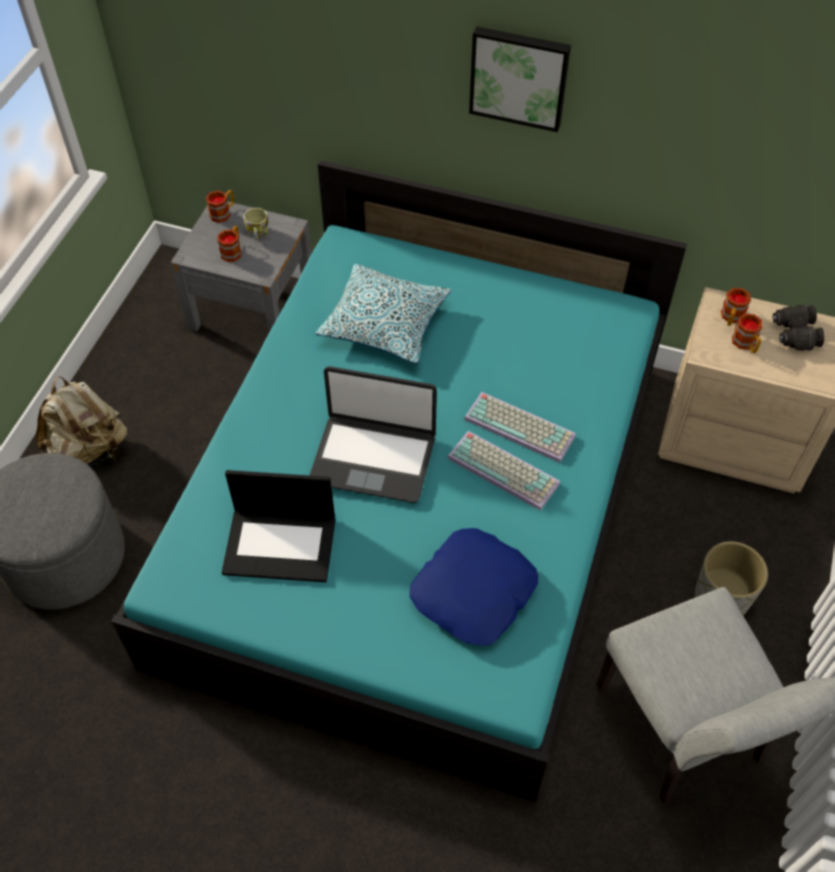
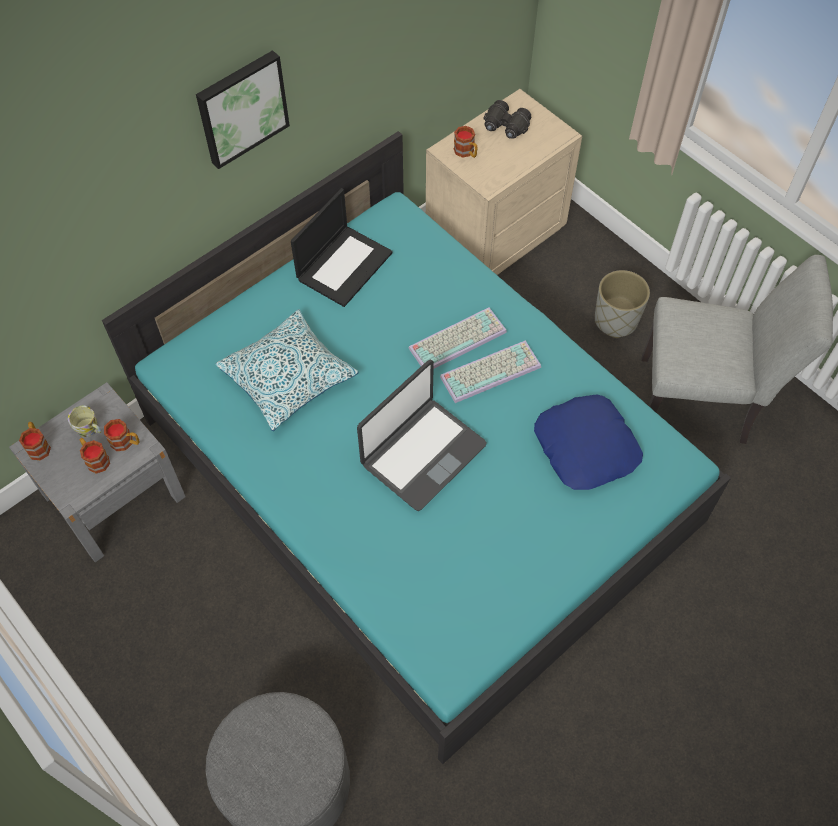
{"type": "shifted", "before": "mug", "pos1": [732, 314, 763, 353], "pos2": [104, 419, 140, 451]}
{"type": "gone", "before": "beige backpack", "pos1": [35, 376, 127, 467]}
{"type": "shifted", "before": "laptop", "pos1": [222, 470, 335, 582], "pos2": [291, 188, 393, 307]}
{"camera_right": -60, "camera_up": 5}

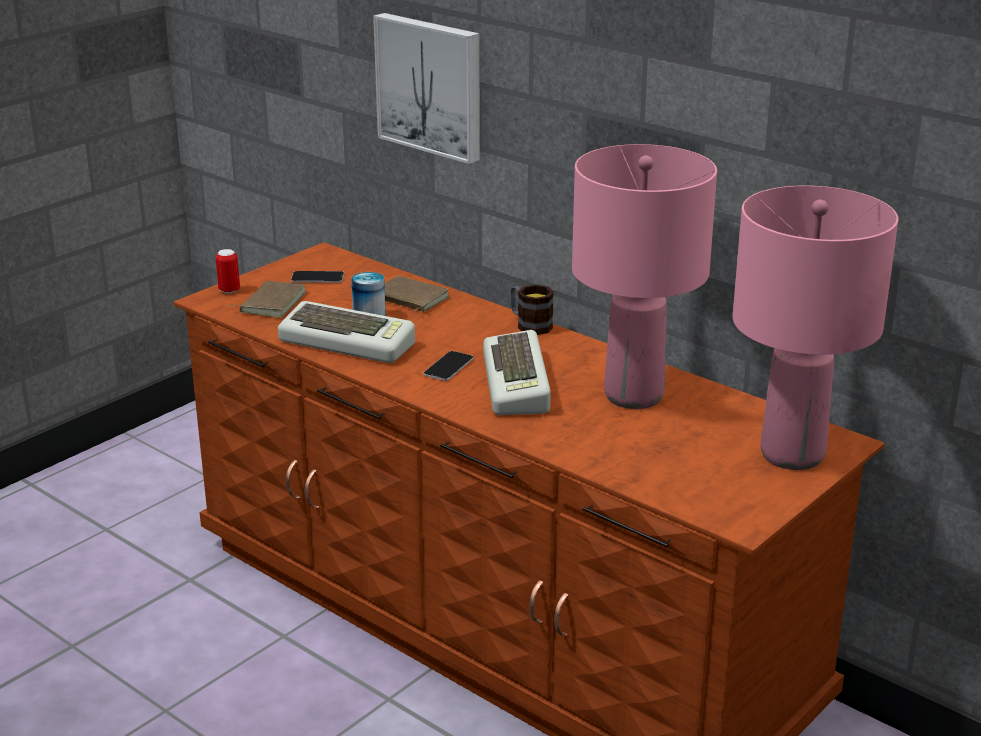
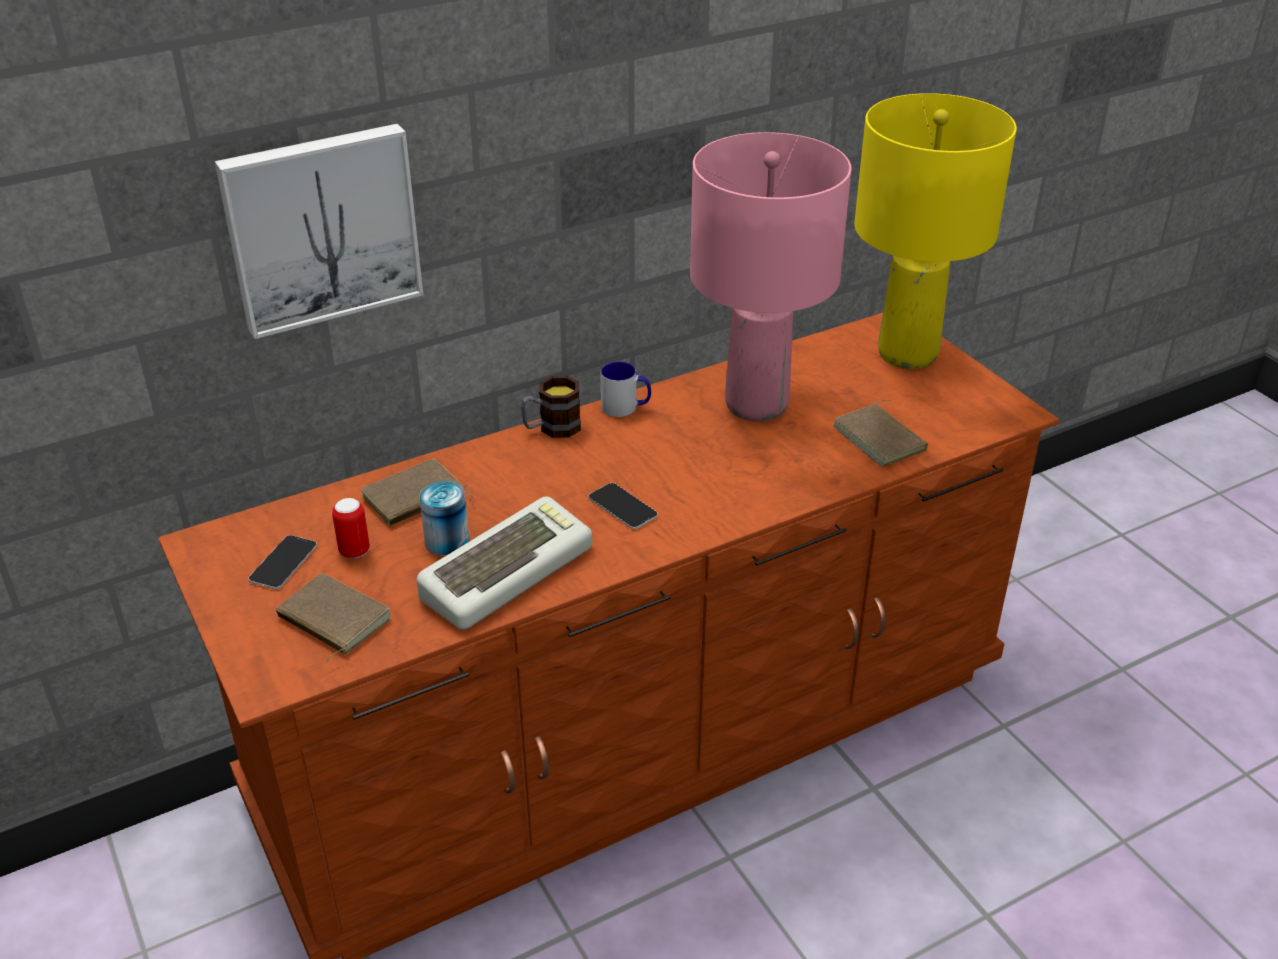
{"type": "repainted", "before": "pink table lamp", "after": "yellow table lamp", "pos1": [733, 186, 898, 470], "pos2": [854, 93, 1017, 369]}
{"type": "shifted", "before": "can", "pos1": [216, 249, 240, 294], "pos2": [332, 498, 370, 558]}
{"type": "gone", "before": "keyboard", "pos1": [483, 330, 551, 415]}
{"type": "new", "after": "mug", "pos2": [600, 361, 651, 417]}
{"type": "new", "after": "brown book", "pos2": [833, 400, 928, 467]}
{"camera_right": -70, "camera_up": 10}

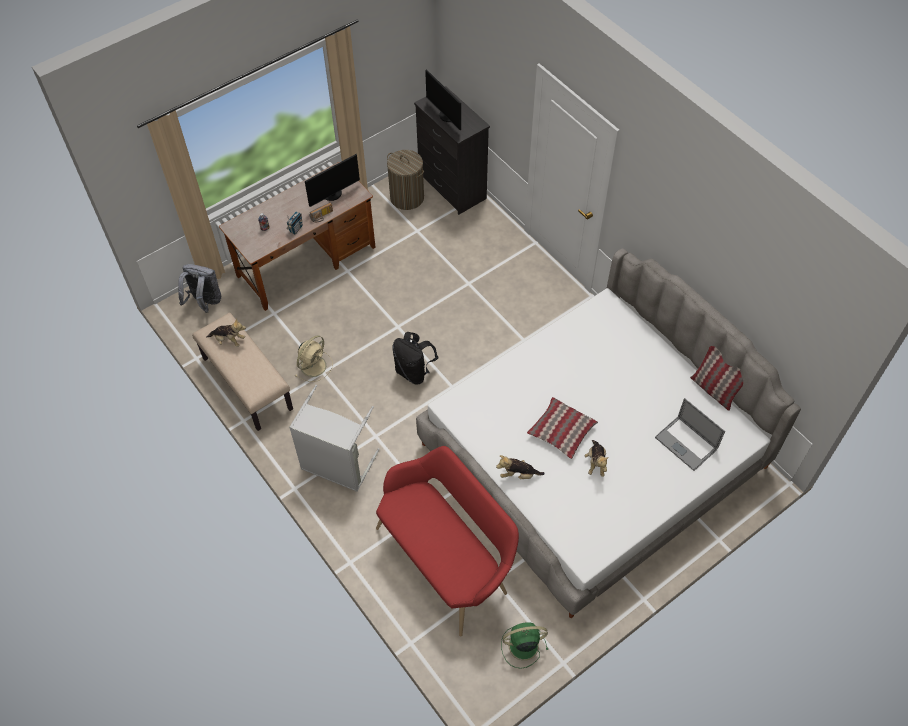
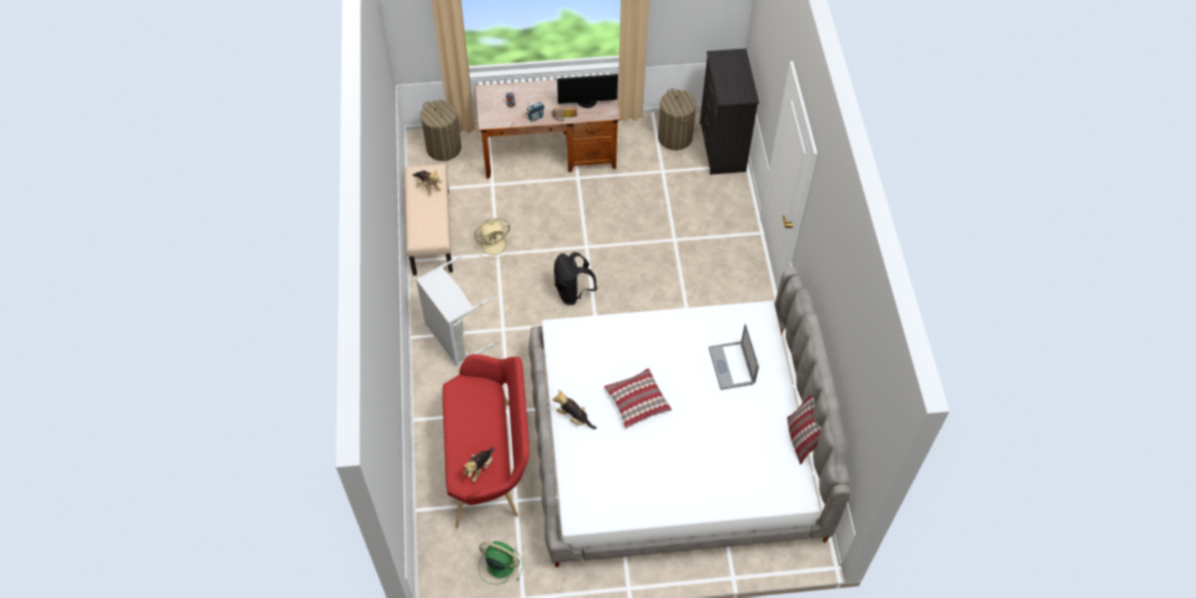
{"type": "gone", "before": "monitor", "pos1": [425, 69, 461, 130]}
{"type": "swapped", "before": "grey backpack", "after": "laundry basket", "pos1": [178, 264, 221, 313], "pos2": [421, 100, 461, 161]}
{"type": "shifted", "before": "laptop", "pos1": [655, 398, 725, 471], "pos2": [709, 324, 759, 390]}
{"type": "shifted", "before": "plush toy", "pos1": [584, 440, 609, 477], "pos2": [463, 447, 494, 482]}
{"camera_right": 30, "camera_up": 0}

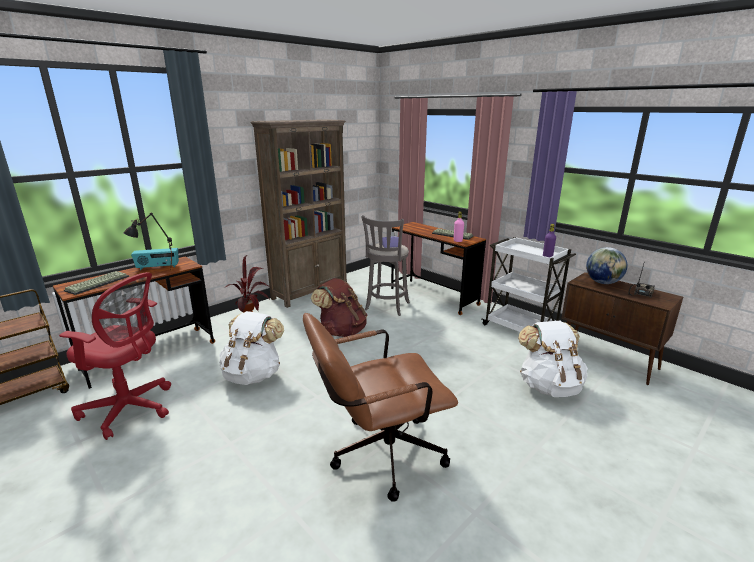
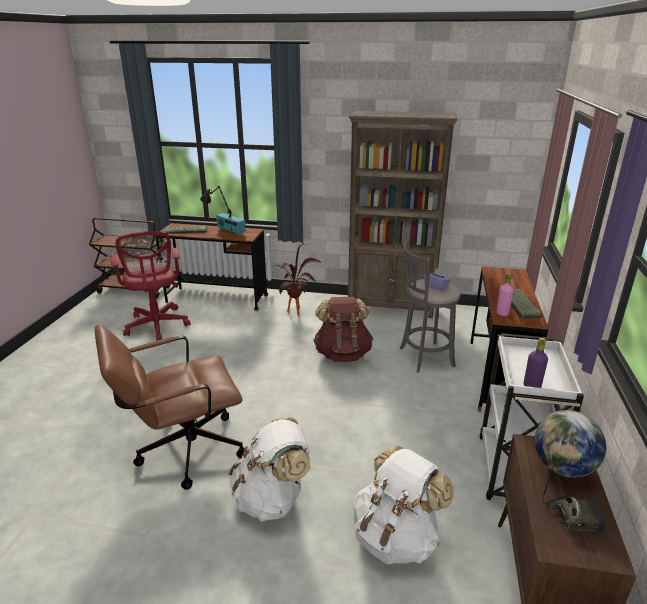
{"type": "shifted", "before": "white backpack", "pos1": [219, 311, 284, 385], "pos2": [229, 417, 311, 521]}
{"type": "rotated", "before": "brown office chair", "pos1": [303, 313, 458, 502], "pos2": [95, 325, 244, 490], "turn": -60}
{"camera_right": 55, "camera_up": 5}

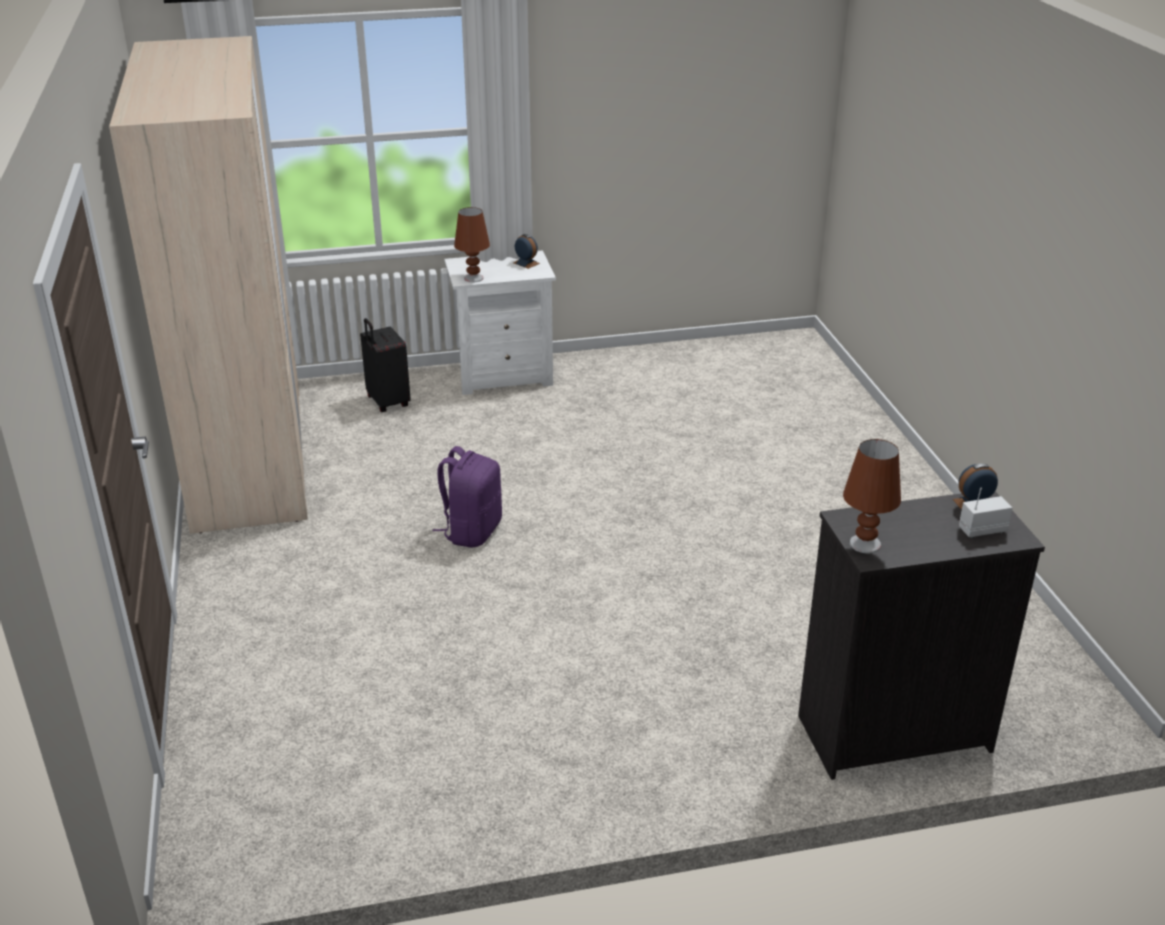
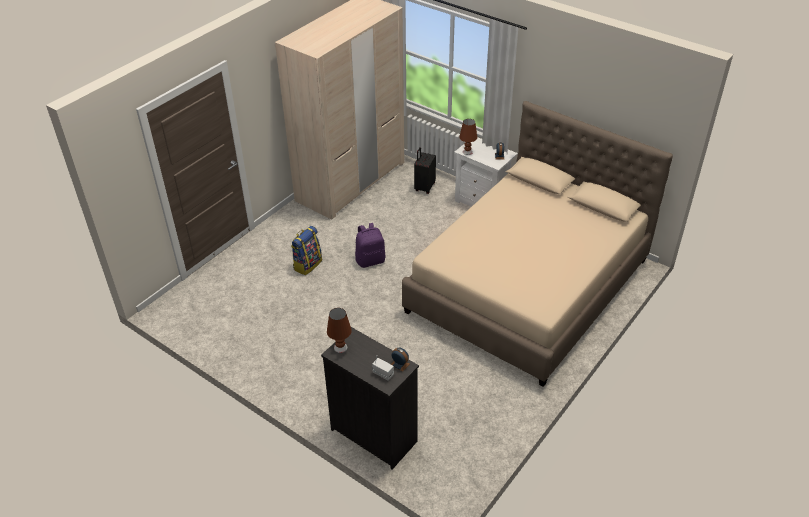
{"type": "new", "after": "beige bed", "pos2": [402, 101, 673, 387]}
{"type": "new", "after": "backpack", "pos2": [291, 226, 322, 275]}
{"camera_right": 50, "camera_up": 10}

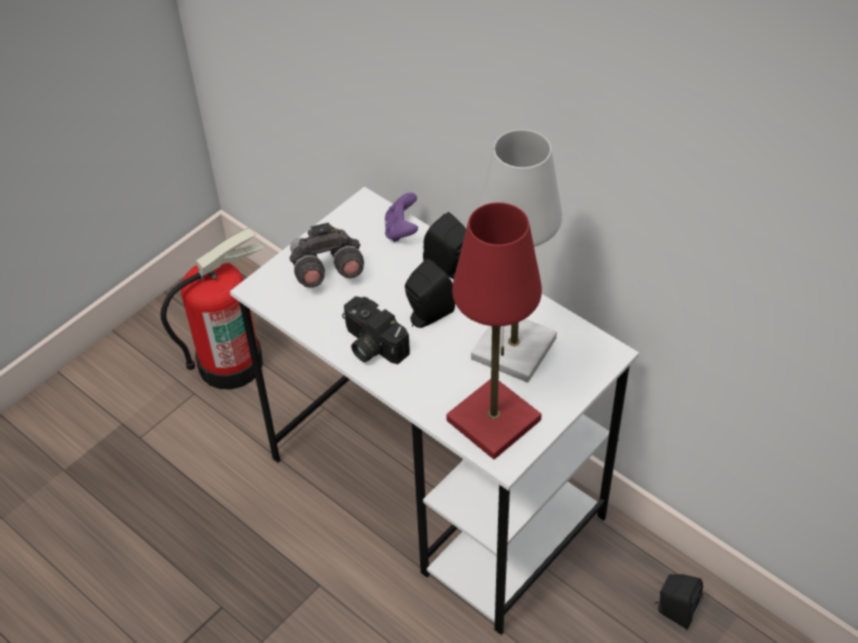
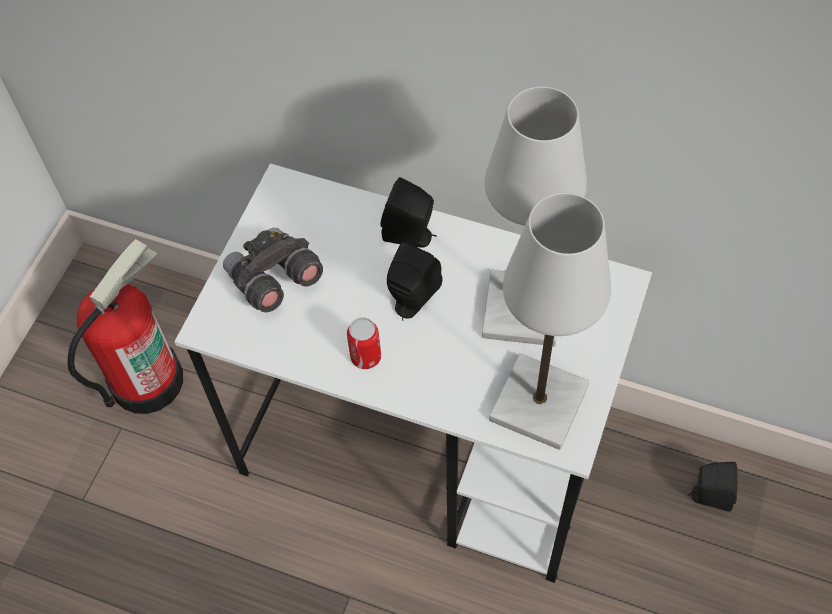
{"type": "gone", "before": "purple game controller", "pos1": [385, 193, 418, 242]}
{"type": "repainted", "before": "red table lamp", "after": "white table lamp", "pos1": [446, 202, 542, 459], "pos2": [489, 193, 611, 450]}
{"type": "swapped", "before": "photo camera", "after": "can", "pos1": [342, 296, 410, 364], "pos2": [347, 317, 381, 369]}
{"camera_right": -20, "camera_up": 10}

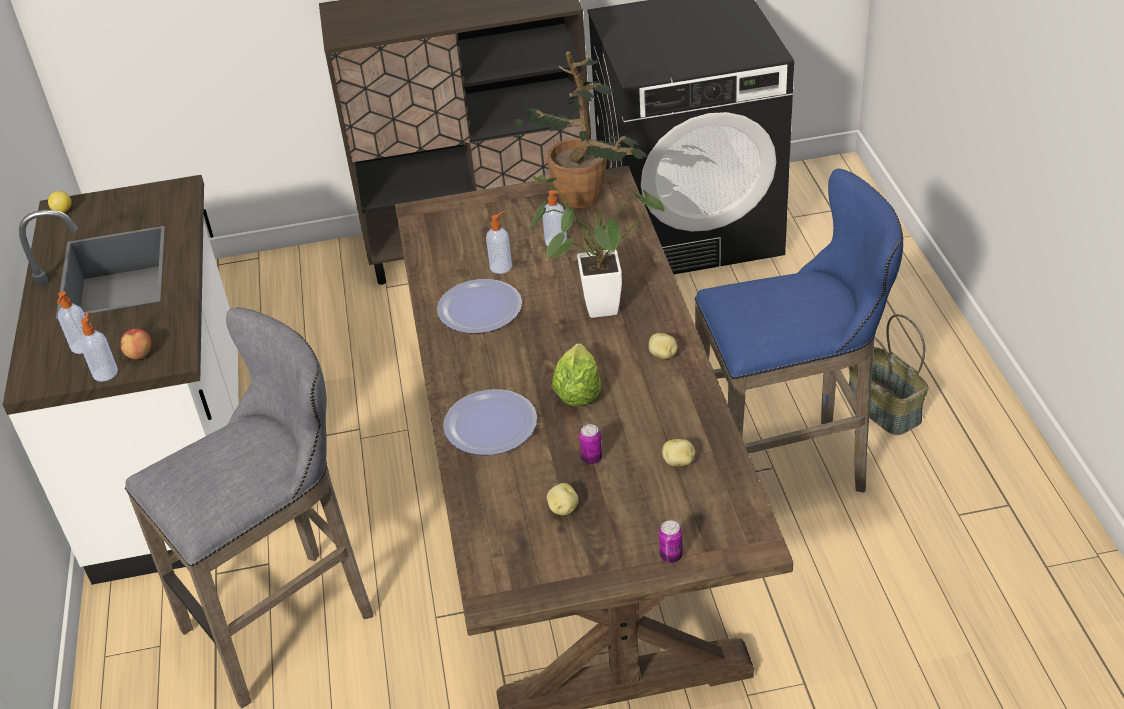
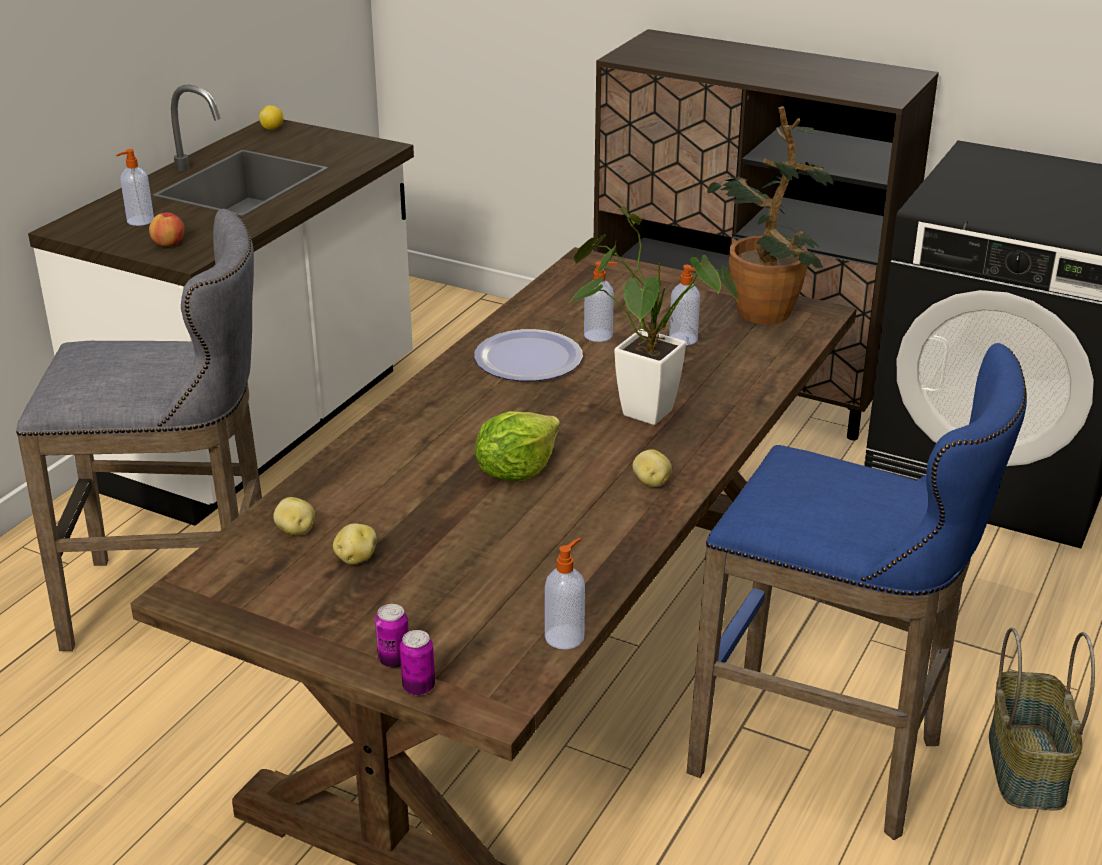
{"type": "shifted", "before": "soap dispenser", "pos1": [80, 311, 118, 382], "pos2": [545, 538, 585, 649]}
{"type": "gone", "before": "plate", "pos1": [443, 389, 537, 455]}
{"type": "shifted", "before": "can", "pos1": [579, 424, 602, 464], "pos2": [400, 630, 435, 695]}
{"type": "shifted", "before": "potato", "pos1": [662, 439, 695, 466], "pos2": [273, 497, 315, 535]}
{"camera_right": 35, "camera_up": -10}

